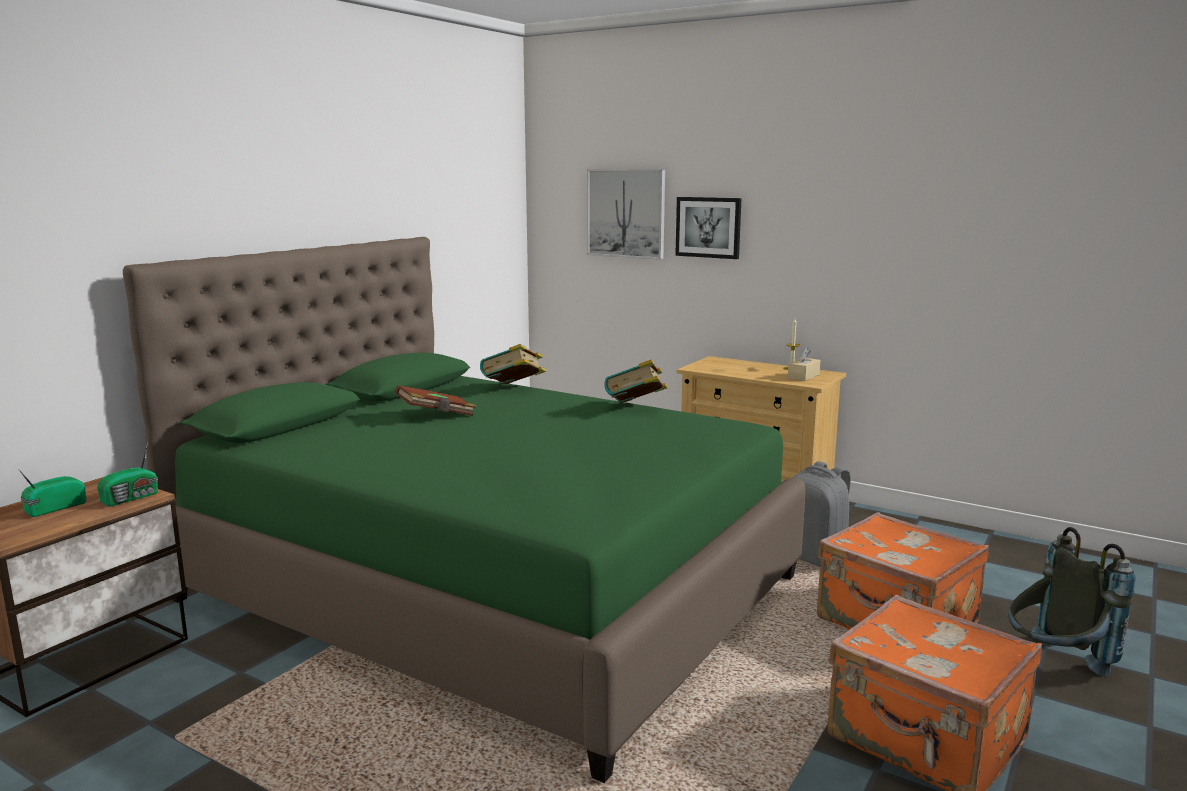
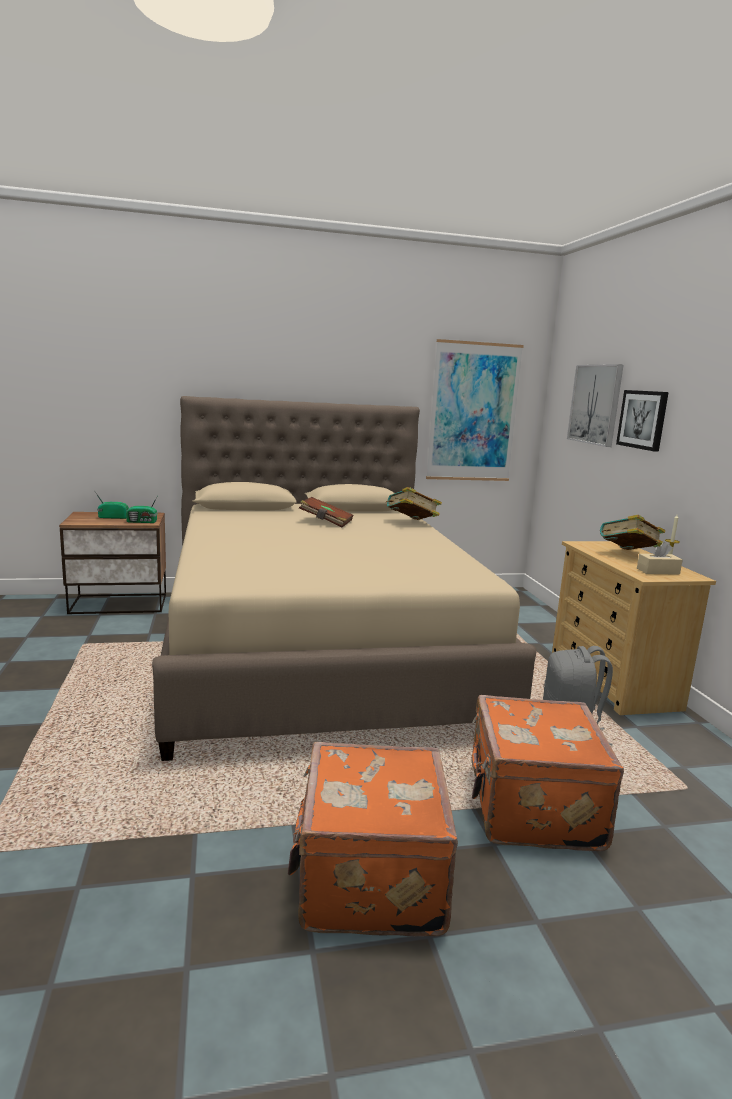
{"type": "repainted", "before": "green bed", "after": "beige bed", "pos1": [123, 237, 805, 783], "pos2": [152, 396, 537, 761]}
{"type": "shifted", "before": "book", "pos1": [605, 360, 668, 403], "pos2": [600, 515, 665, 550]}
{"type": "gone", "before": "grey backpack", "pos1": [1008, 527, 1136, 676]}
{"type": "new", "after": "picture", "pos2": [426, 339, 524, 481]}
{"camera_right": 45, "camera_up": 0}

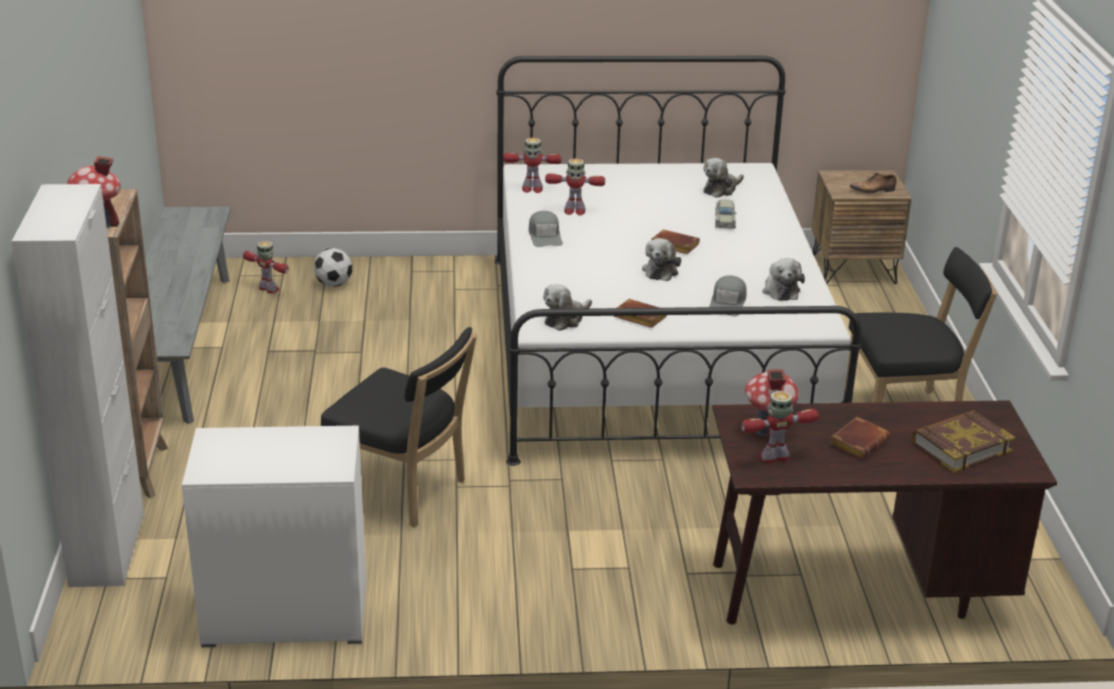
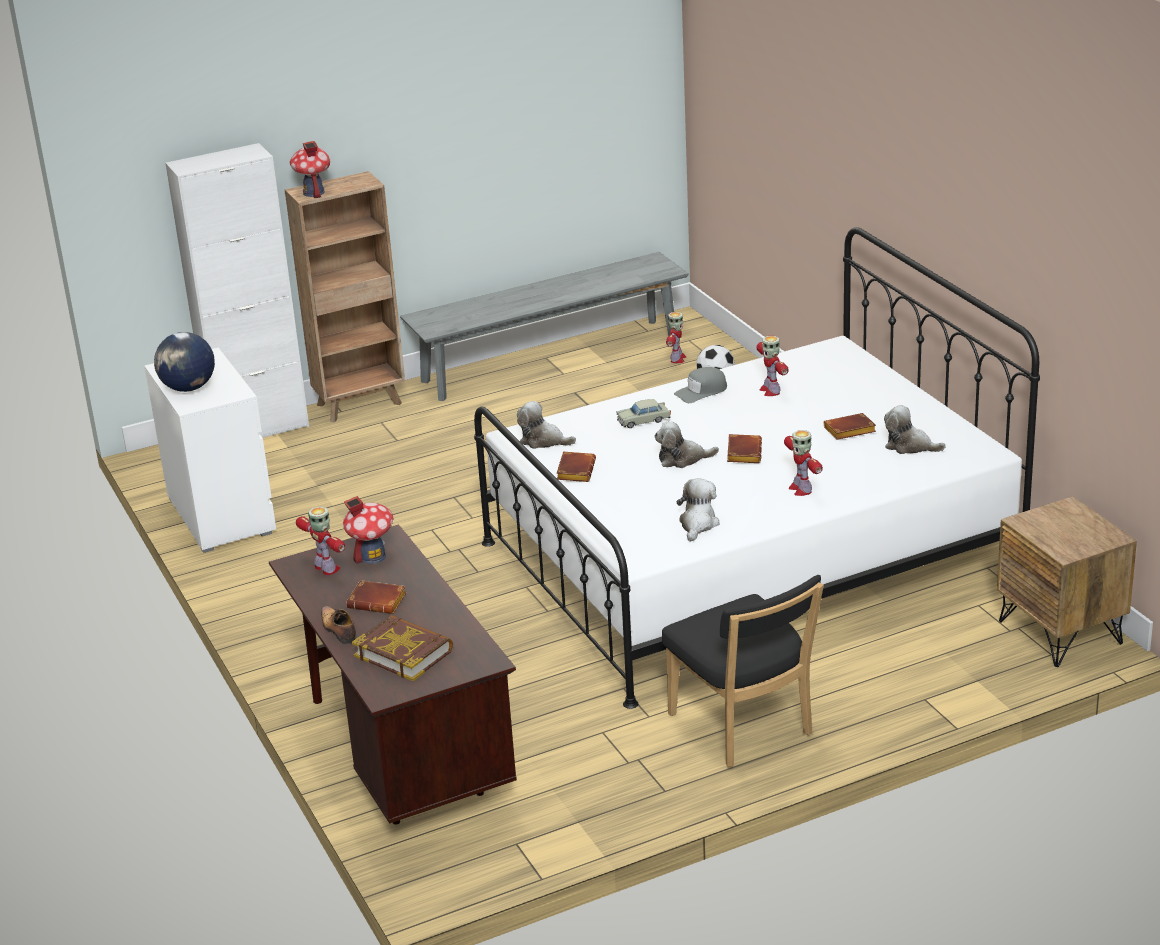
{"type": "shifted", "before": "toy robot", "pos1": [503, 137, 562, 193], "pos2": [784, 430, 823, 496]}
{"type": "shifted", "before": "shoe", "pos1": [849, 173, 897, 193], "pos2": [321, 606, 356, 644]}
{"type": "shifted", "before": "beige toy car", "pos1": [715, 199, 736, 229], "pos2": [616, 399, 671, 428]}
{"type": "rotated", "before": "plush toy", "pos1": [763, 258, 805, 301], "pos2": [677, 478, 720, 542], "turn": 135}
{"type": "gone", "before": "grey cap", "pos1": [709, 275, 747, 316]}
{"type": "gone", "before": "black chair", "pos1": [321, 327, 477, 527]}
{"type": "new", "after": "globe", "pos2": [154, 332, 215, 392]}
{"type": "new", "after": "brown book", "pos2": [824, 413, 876, 440]}
{"camera_right": 70, "camera_up": 0}

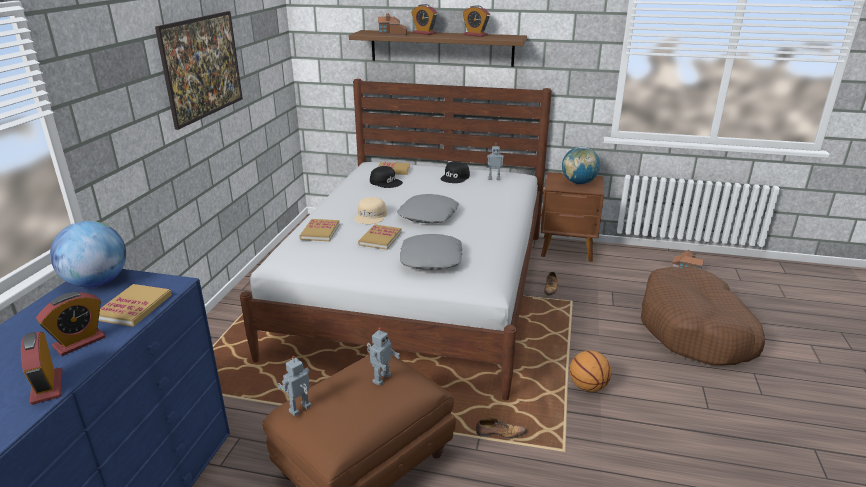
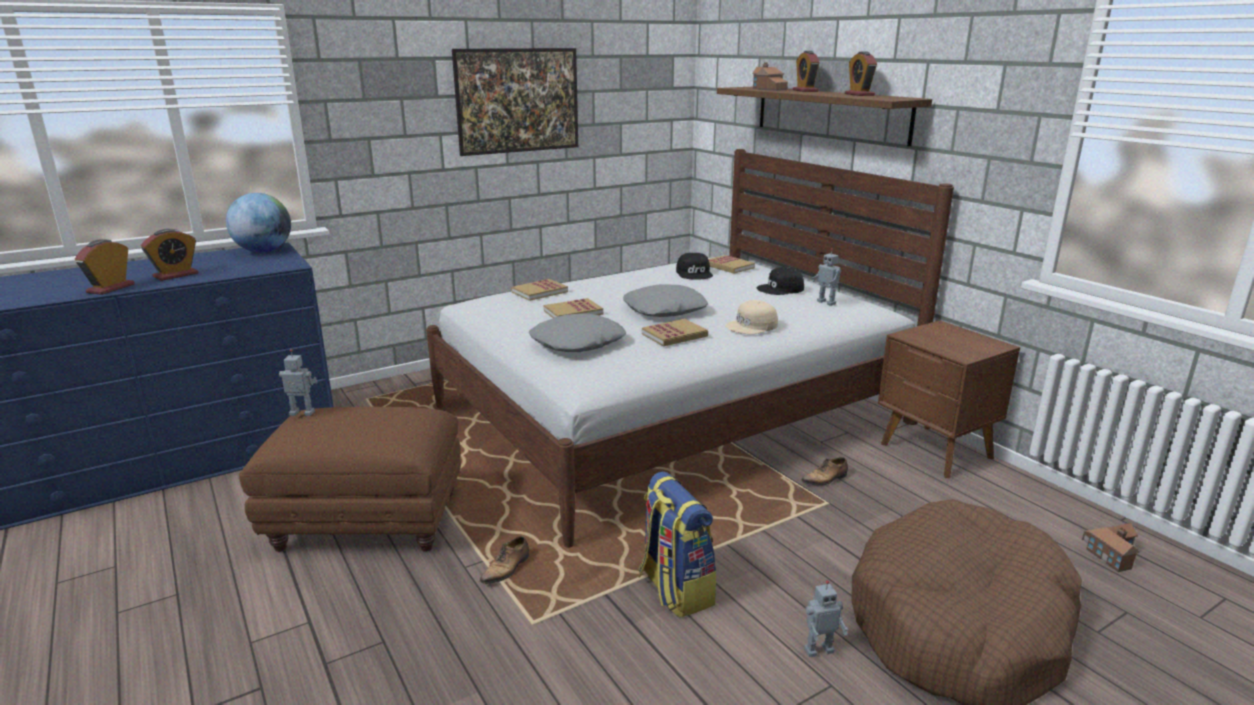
{"type": "gone", "before": "globe", "pos1": [562, 147, 600, 184]}
{"type": "shifted", "before": "beige cap", "pos1": [354, 197, 387, 224], "pos2": [725, 300, 778, 334]}
{"type": "shifted", "before": "book", "pos1": [98, 284, 172, 327], "pos2": [642, 319, 708, 347]}
{"type": "rotated", "before": "alarm clock", "pos1": [36, 292, 106, 356], "pos2": [141, 229, 199, 281], "turn": -45}
{"type": "shifted", "before": "toy robot", "pos1": [367, 328, 400, 386], "pos2": [804, 580, 848, 657]}
{"type": "swapped", "before": "basketball", "after": "backpack", "pos1": [570, 350, 612, 392], "pos2": [639, 471, 717, 618]}
{"type": "rotated", "before": "shoe", "pos1": [476, 418, 527, 439], "pos2": [480, 536, 529, 584], "turn": 75}
{"camera_right": 45, "camera_up": -5}

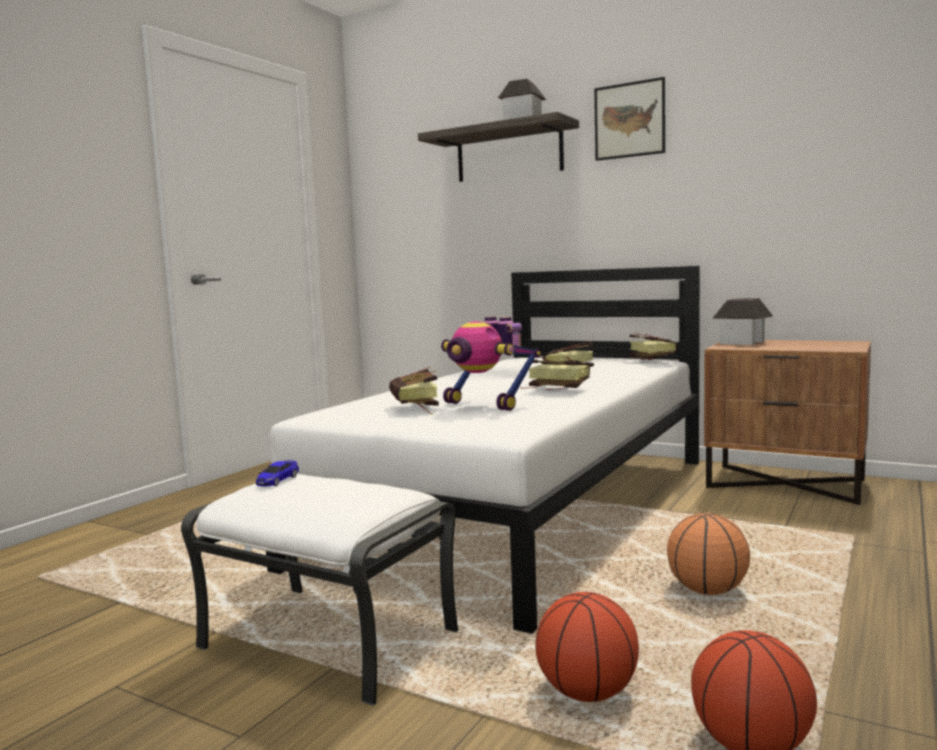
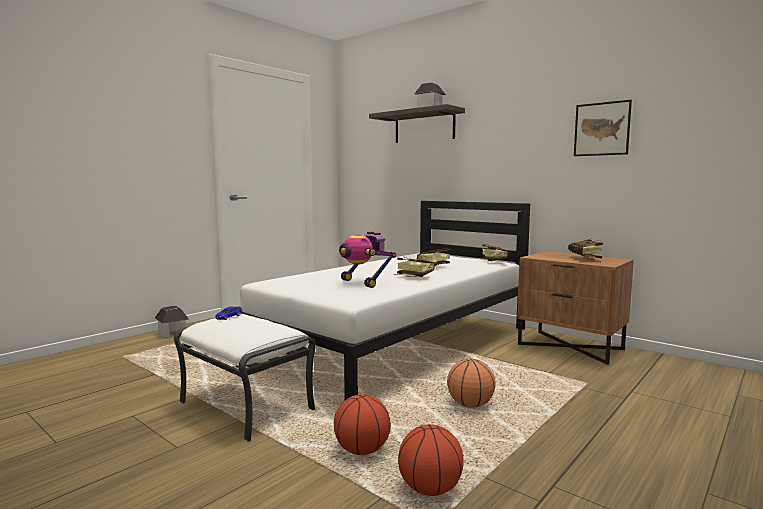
{"type": "shifted", "before": "picture", "pos1": [594, 77, 665, 161], "pos2": [574, 100, 632, 156]}
{"type": "shifted", "before": "toy house", "pos1": [712, 298, 774, 345], "pos2": [155, 305, 189, 337]}
{"type": "shifted", "before": "book", "pos1": [389, 367, 439, 415], "pos2": [568, 238, 603, 263]}
{"camera_right": 10, "camera_up": 0}

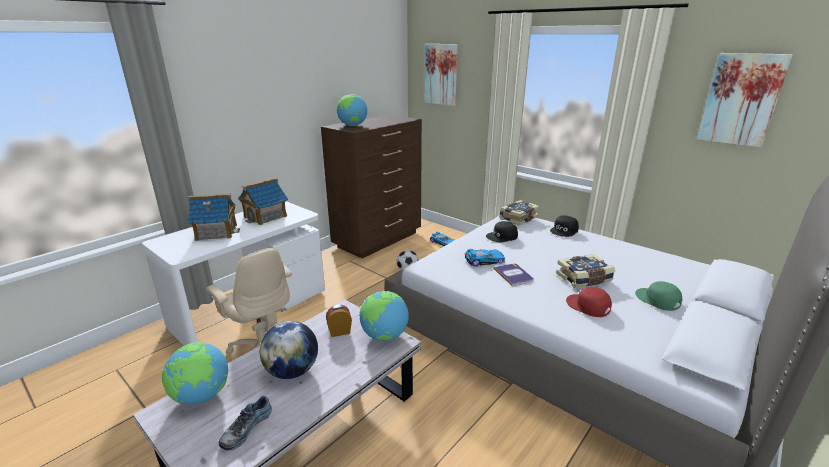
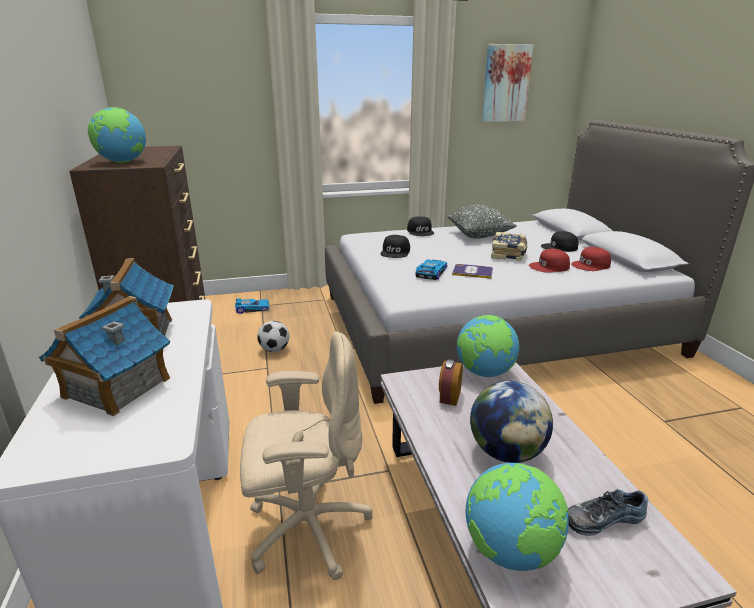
{"type": "gone", "before": "picture", "pos1": [425, 44, 458, 106]}
{"type": "gone", "before": "book", "pos1": [499, 200, 540, 225]}
{"type": "repainted", "before": "green cap", "after": "black cap", "pos1": [635, 281, 682, 311], "pos2": [541, 231, 579, 252]}
{"type": "rotated", "before": "shoe", "pos1": [218, 396, 272, 450], "pos2": [568, 489, 648, 536], "turn": 105}
{"type": "new", "after": "grey pillow", "pos2": [446, 205, 517, 239]}
{"type": "new", "after": "red cap", "pos2": [571, 247, 611, 271]}
{"camera_right": -55, "camera_up": 0}

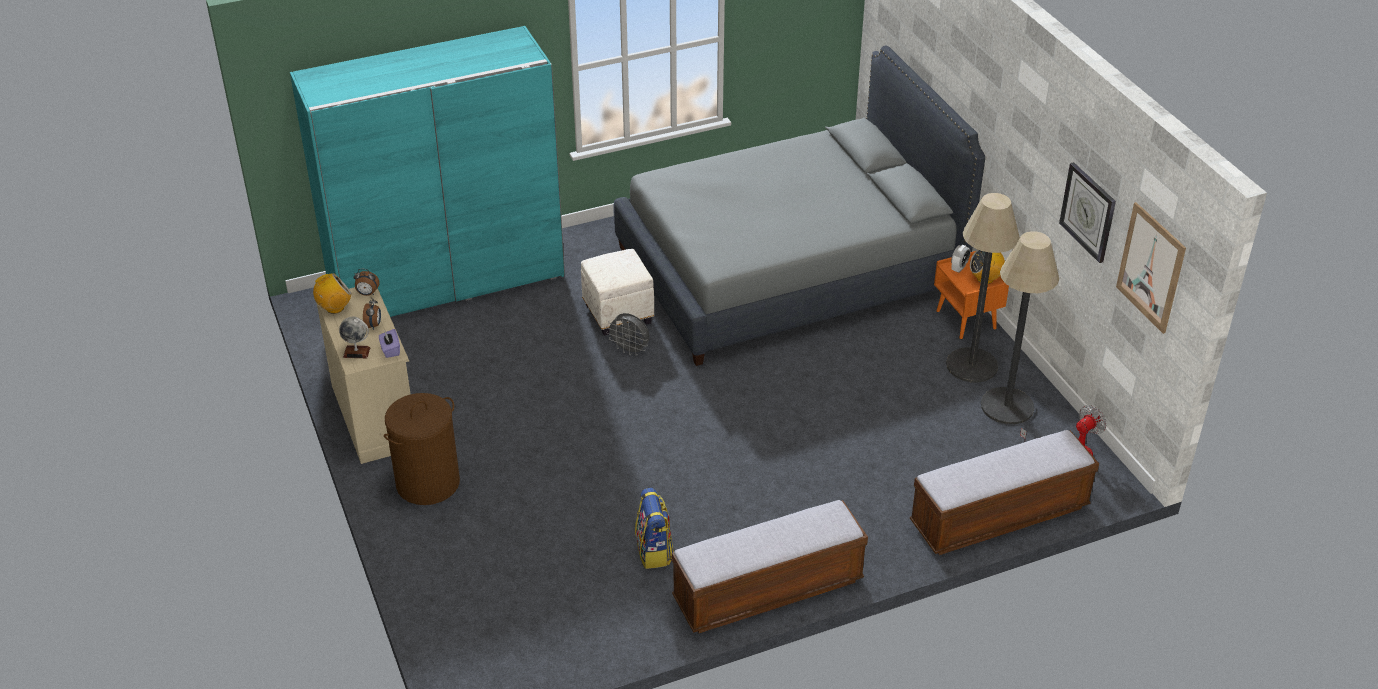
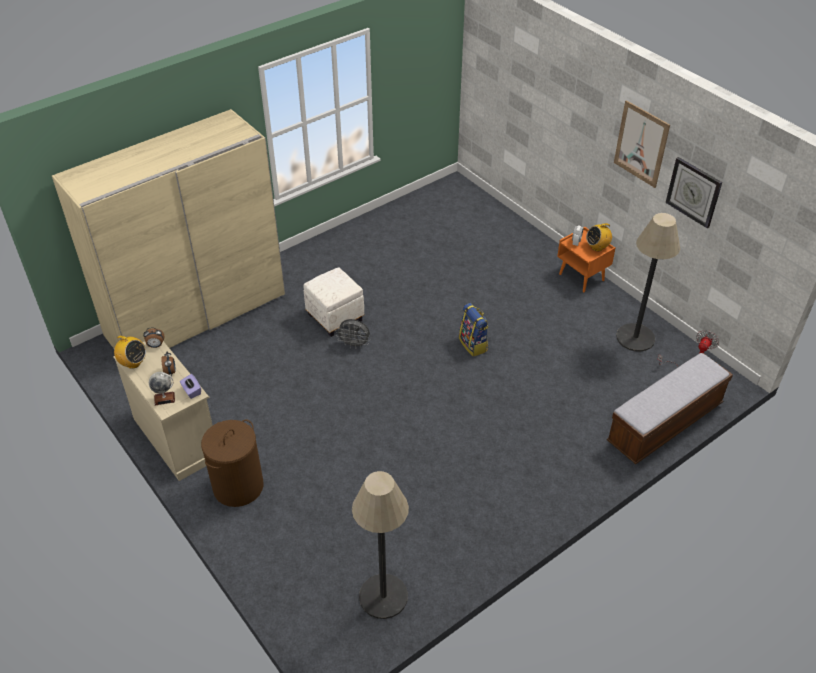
{"type": "repainted", "before": "turquoise wardrobe", "after": "beige wardrobe", "pos1": [290, 26, 565, 317], "pos2": [52, 109, 285, 348]}
{"type": "gone", "before": "grey bed", "pos1": [614, 45, 985, 366]}
{"type": "shifted", "before": "floor lamp", "pos1": [946, 193, 1020, 383], "pos2": [352, 471, 409, 619]}
{"type": "shifted", "before": "picture", "pos1": [1116, 202, 1186, 334], "pos2": [614, 100, 670, 188]}
{"type": "rotated", "before": "radio", "pos1": [313, 273, 352, 314], "pos2": [111, 336, 146, 369], "turn": 75}
{"type": "shifted", "before": "backpack", "pos1": [635, 488, 674, 569], "pos2": [459, 303, 489, 357]}
{"type": "gone", "before": "bench", "pos1": [672, 500, 868, 633]}
{"camera_right": -15, "camera_up": 5}

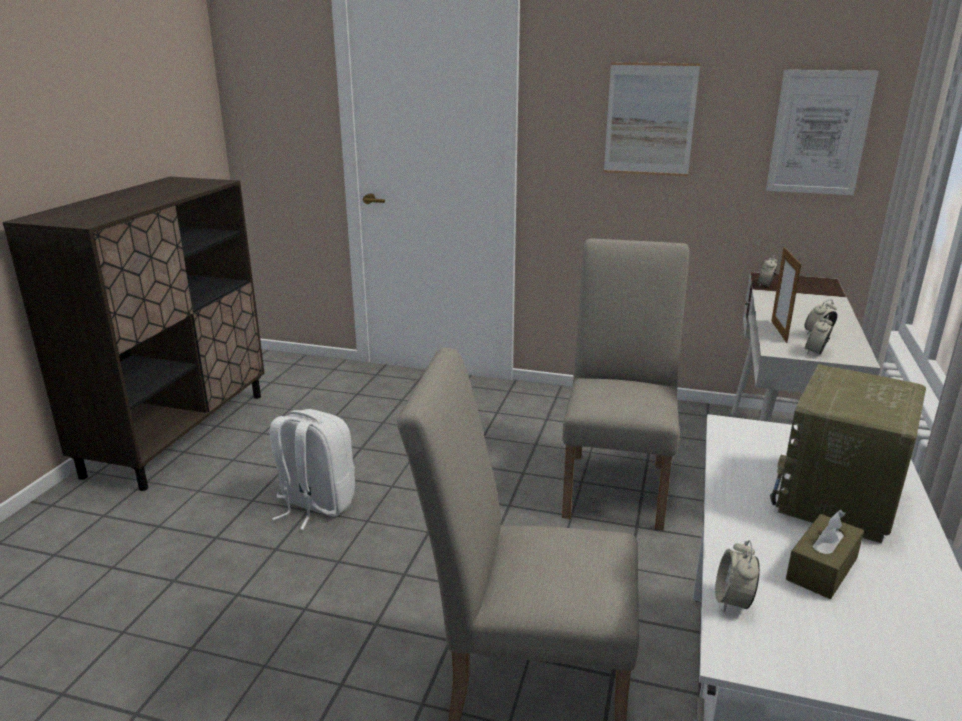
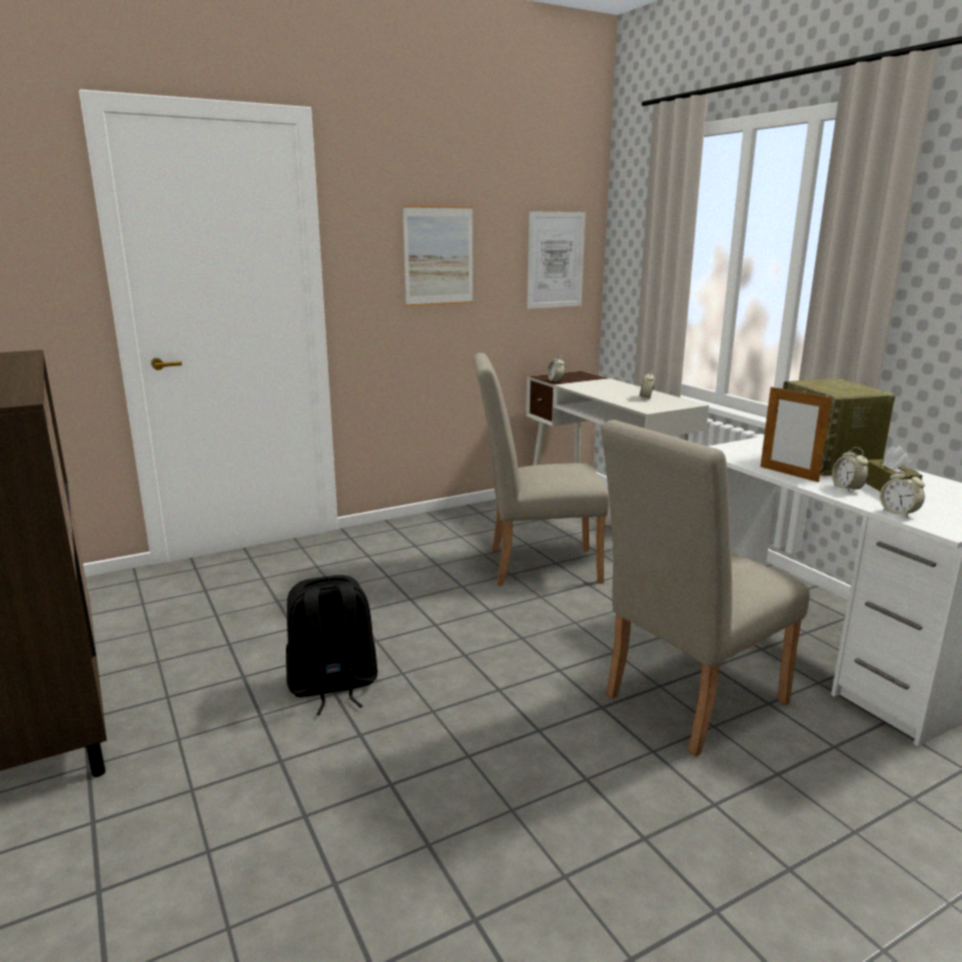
{"type": "rotated", "before": "beige chair", "pos1": [562, 238, 689, 530], "pos2": [473, 353, 609, 586], "turn": -60}
{"type": "shifted", "before": "picture frame", "pos1": [771, 247, 801, 343], "pos2": [760, 386, 832, 482]}
{"type": "shifted", "before": "alarm clock", "pos1": [805, 315, 833, 354], "pos2": [832, 447, 869, 493]}
{"type": "repainted", "before": "white backpack", "after": "black backpack", "pos1": [270, 409, 355, 530], "pos2": [286, 575, 378, 715]}
{"camera_right": -45, "camera_up": -5}

